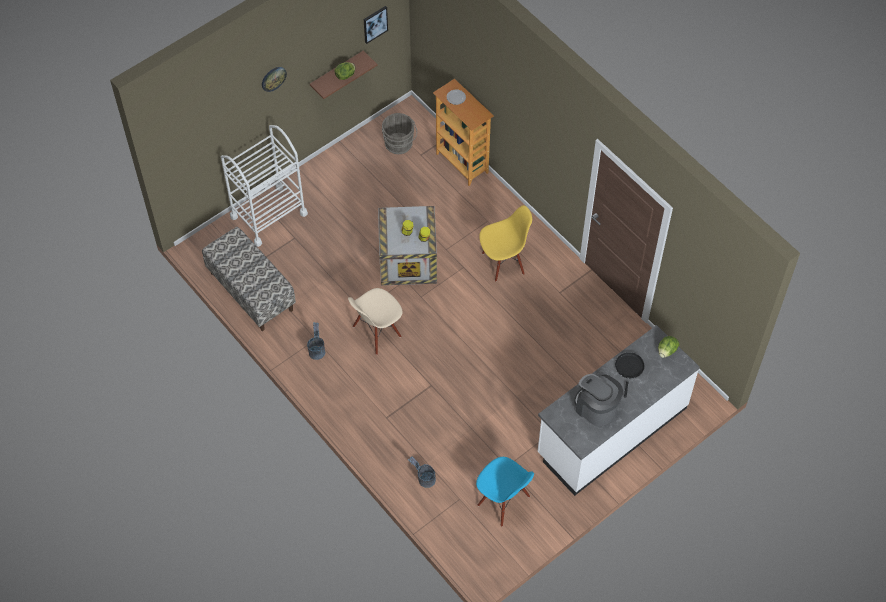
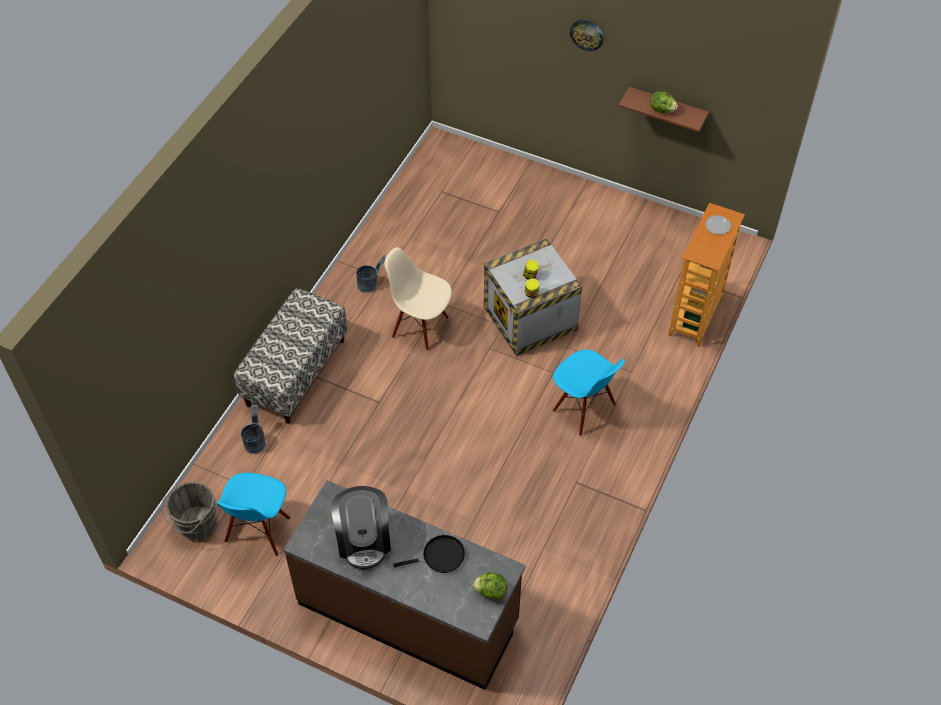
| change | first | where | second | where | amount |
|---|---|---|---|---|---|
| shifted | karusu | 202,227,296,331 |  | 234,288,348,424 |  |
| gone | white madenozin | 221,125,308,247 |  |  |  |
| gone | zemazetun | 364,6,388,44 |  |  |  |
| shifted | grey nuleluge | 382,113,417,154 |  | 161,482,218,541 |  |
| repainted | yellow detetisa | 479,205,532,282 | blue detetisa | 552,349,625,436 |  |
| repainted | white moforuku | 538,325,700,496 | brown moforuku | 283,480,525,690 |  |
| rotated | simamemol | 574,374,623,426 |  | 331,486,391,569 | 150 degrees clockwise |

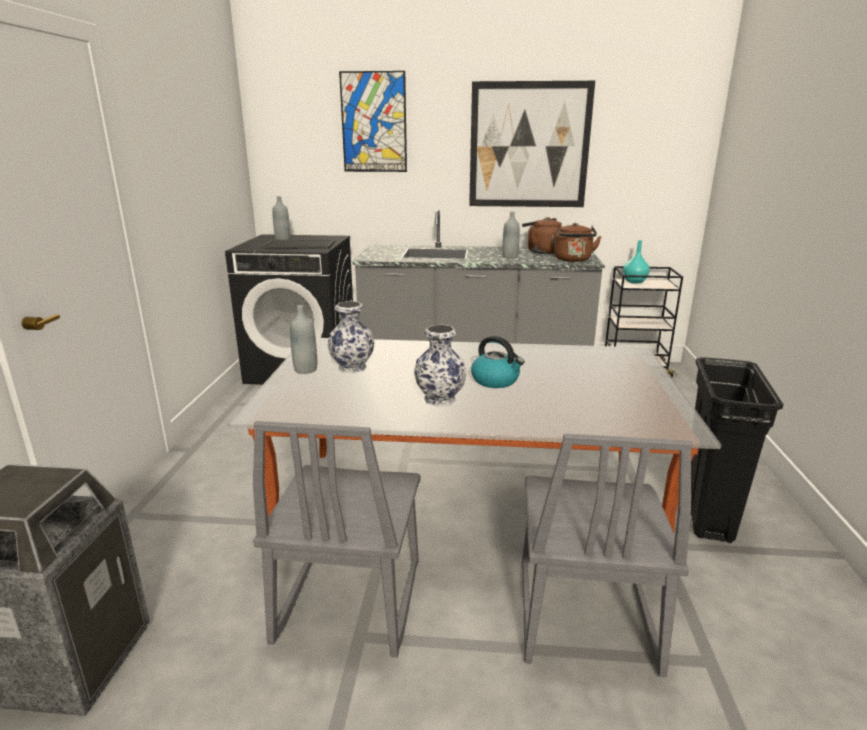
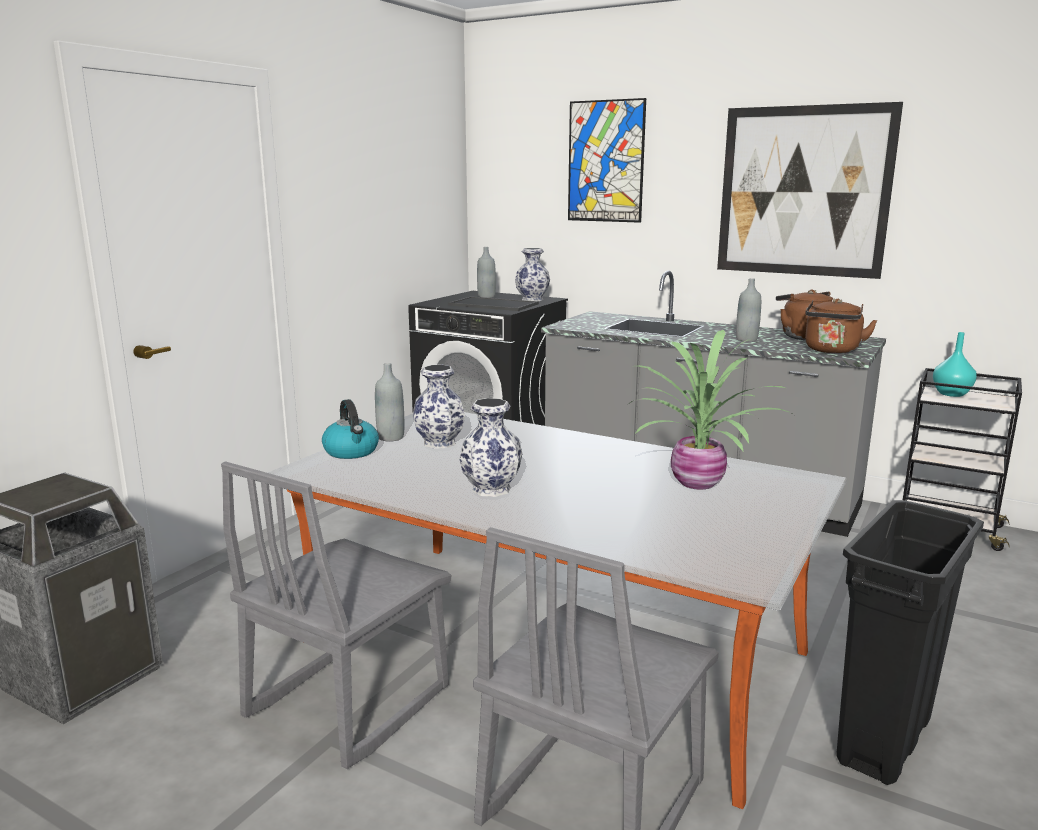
| change | first | where | second | where | amount |
|---|---|---|---|---|---|
| shifted | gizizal | 471,336,524,388 |  | 322,399,379,459 |  |
| new |  |  | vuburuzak | 515,248,550,301 |  |
| new |  |  | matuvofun | 627,330,794,489 |  |

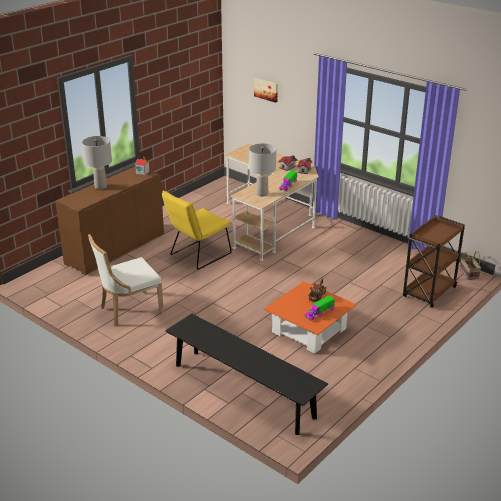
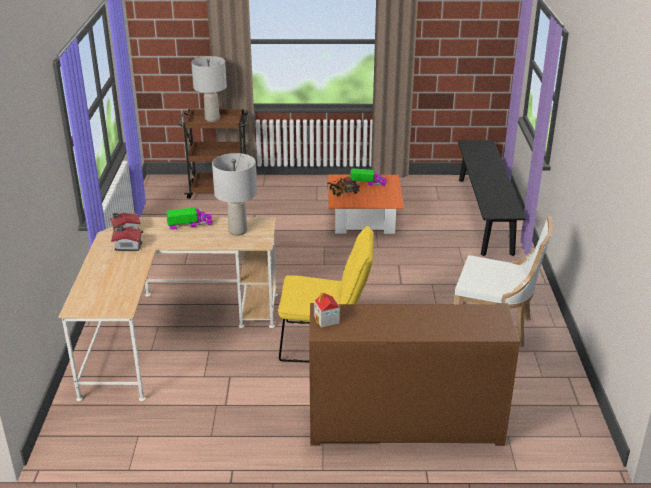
| change | first | where | second | where | amount |
|---|---|---|---|---|---|
| shifted | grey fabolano | 82,136,112,190 |  | 191,56,227,122 |  |
| gone | zemazetun | 254,78,278,103 |  |  |  |
| gone | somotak | 460,251,481,280 |  |  |  |

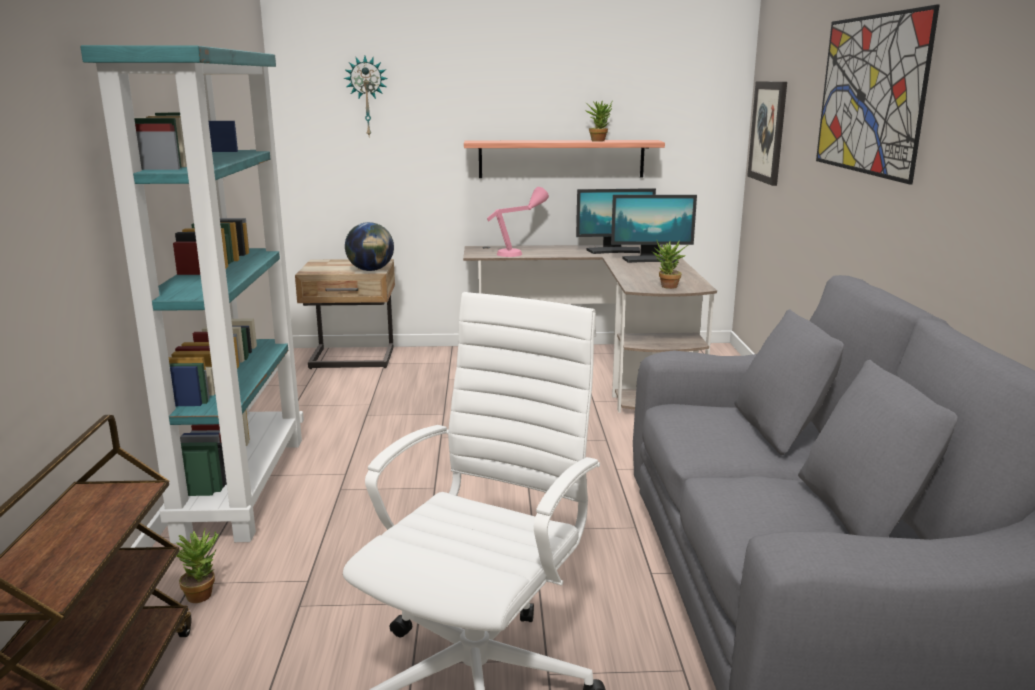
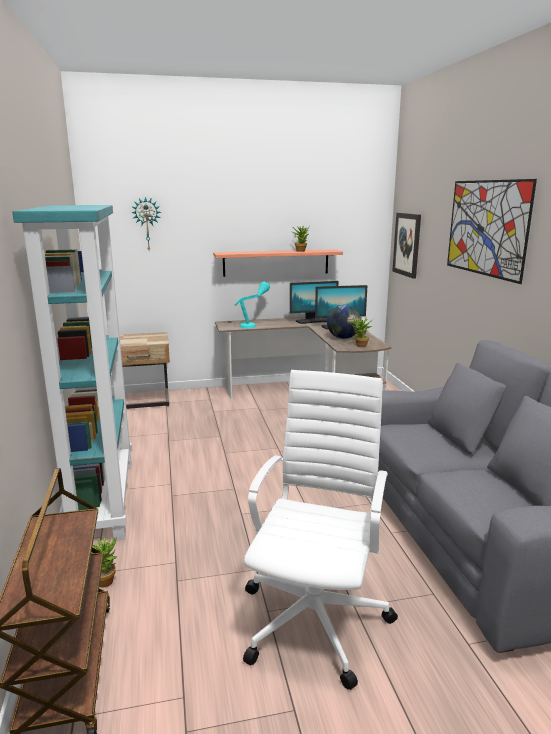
| change | first | where | second | where | amount |
|---|---|---|---|---|---|
| shifted | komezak | 345,222,394,271 |  | 327,305,361,339 |  |
| repainted | pink fabolano | 487,187,549,257 | turquoise fabolano | 235,281,270,329 |  |

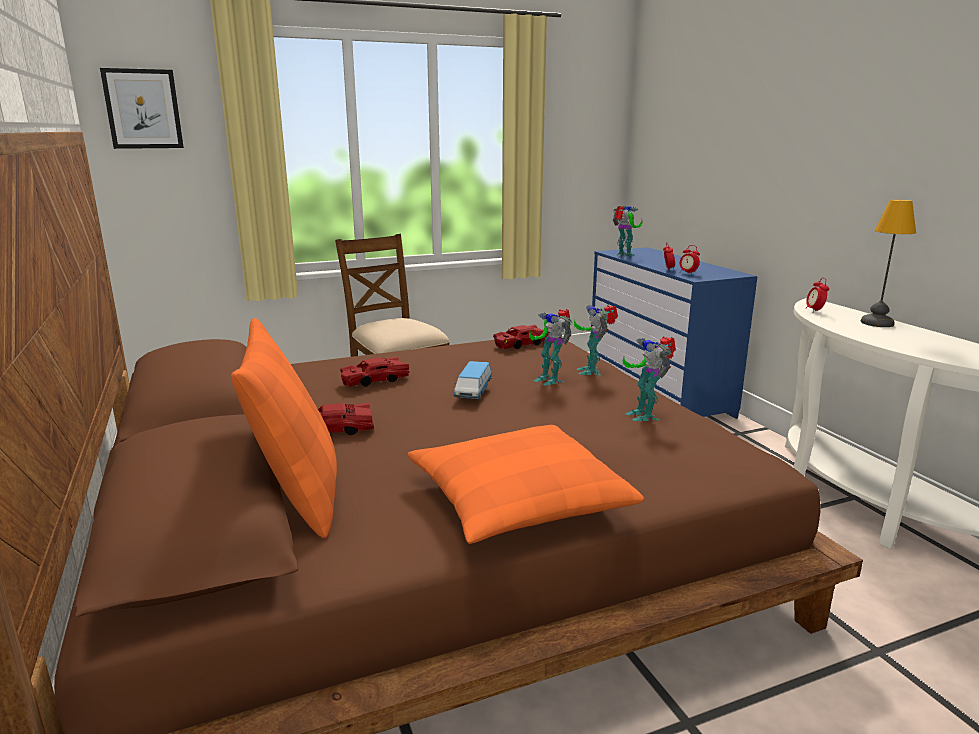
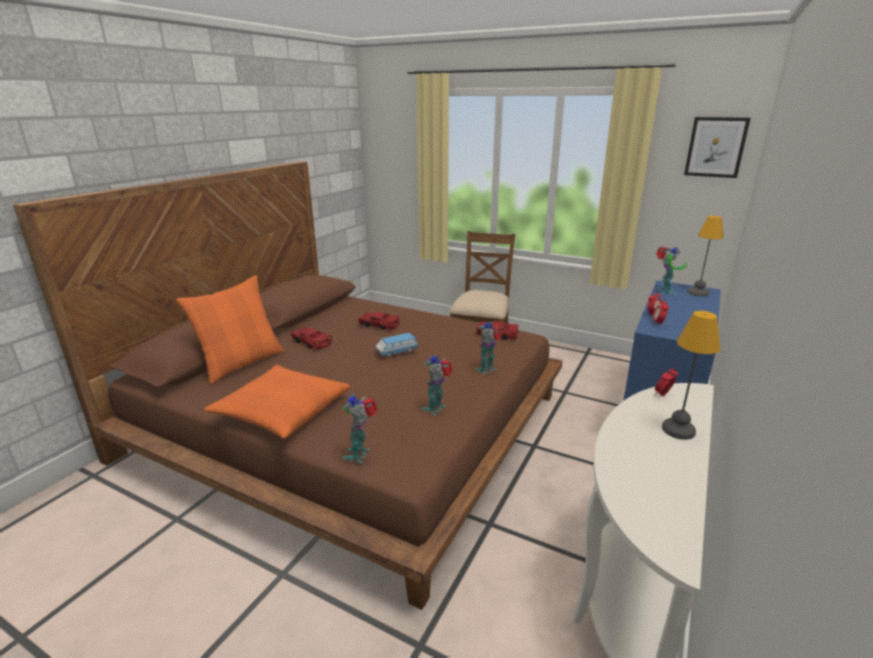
| change | first | where | second | where | amount |
|---|---|---|---|---|---|
| shifted | zemazetun | 100,68,184,149 |  | 684,117,751,178 |  |
| shifted | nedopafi | 529,309,572,386 |  | 342,393,378,463 |  |
| new |  |  | fabolano | 688,216,724,296 |  |

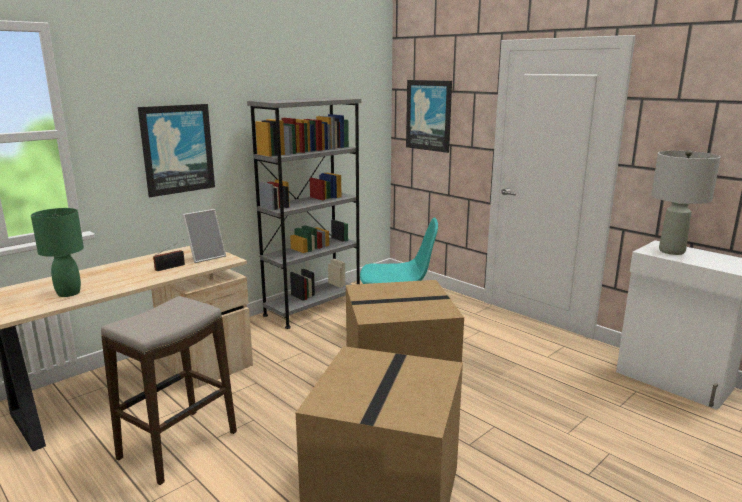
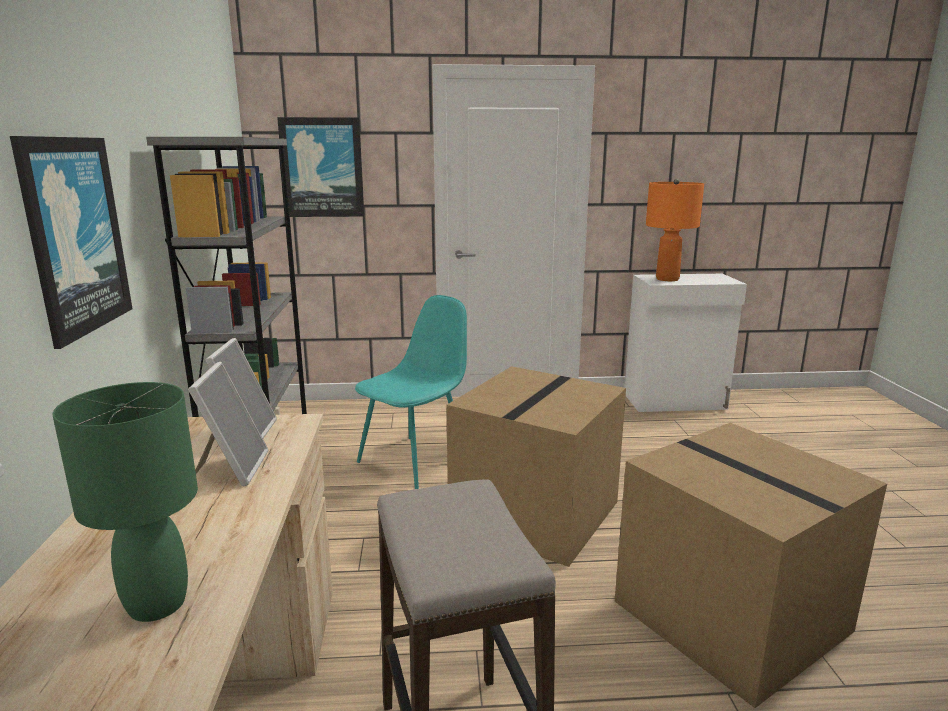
| change | first | where | second | where | amount |
|---|---|---|---|---|---|
| swapped | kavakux | 153,239,185,271 | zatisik | 188,362,268,486 |  |
| repainted | grey fabolano | 651,150,721,255 | orange fabolano | 646,179,704,281 |  |

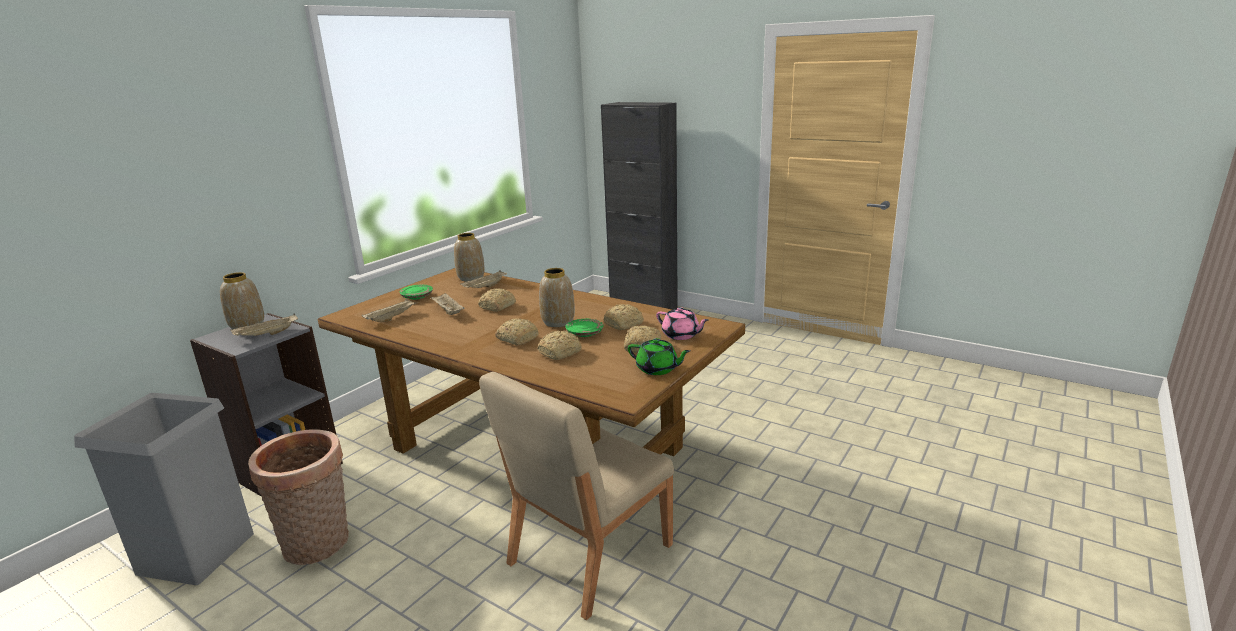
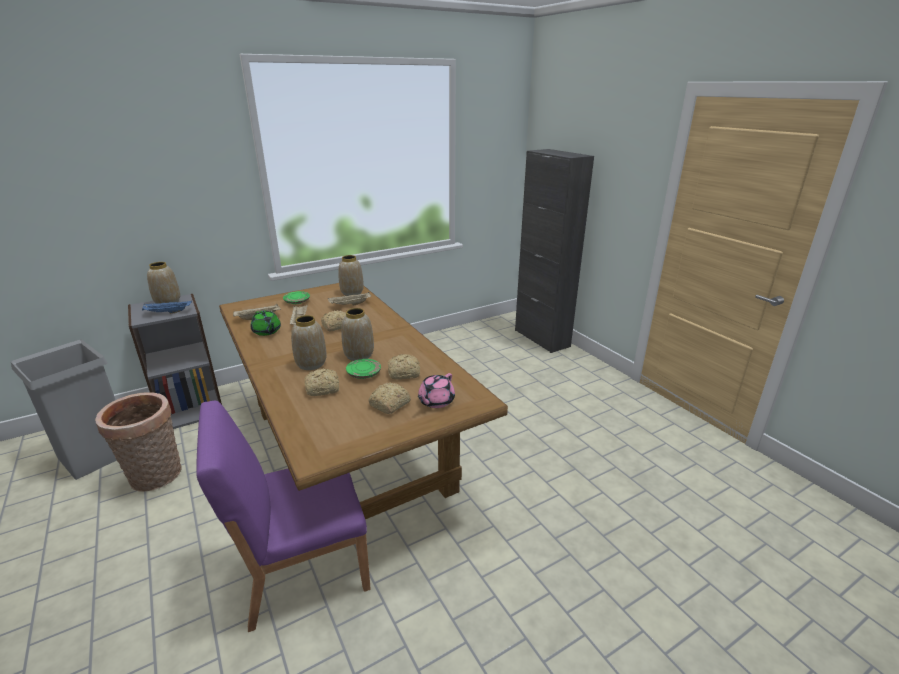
| change | first | where | second | where | amount |
|---|---|---|---|---|---|
| repainted | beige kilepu | 231,313,298,336 | blue kilepu | 142,301,192,314 |  |
| repainted | beige detetisa | 479,372,674,620 | purple detetisa | 196,401,371,632 |  |
| swapped | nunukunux | 495,318,539,345 | vuburuzak | 291,315,327,370 |  |
| shifted | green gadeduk | 628,338,690,375 |  | 251,310,281,336 |  |
| rotated | pink gadeduk | 656,307,709,340 |  | 418,373,455,408 | 60 degrees clockwise |

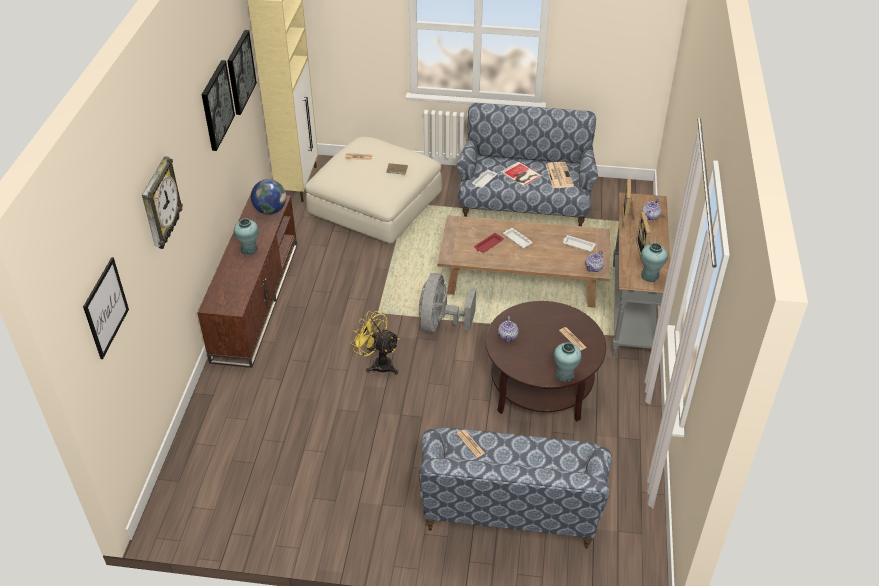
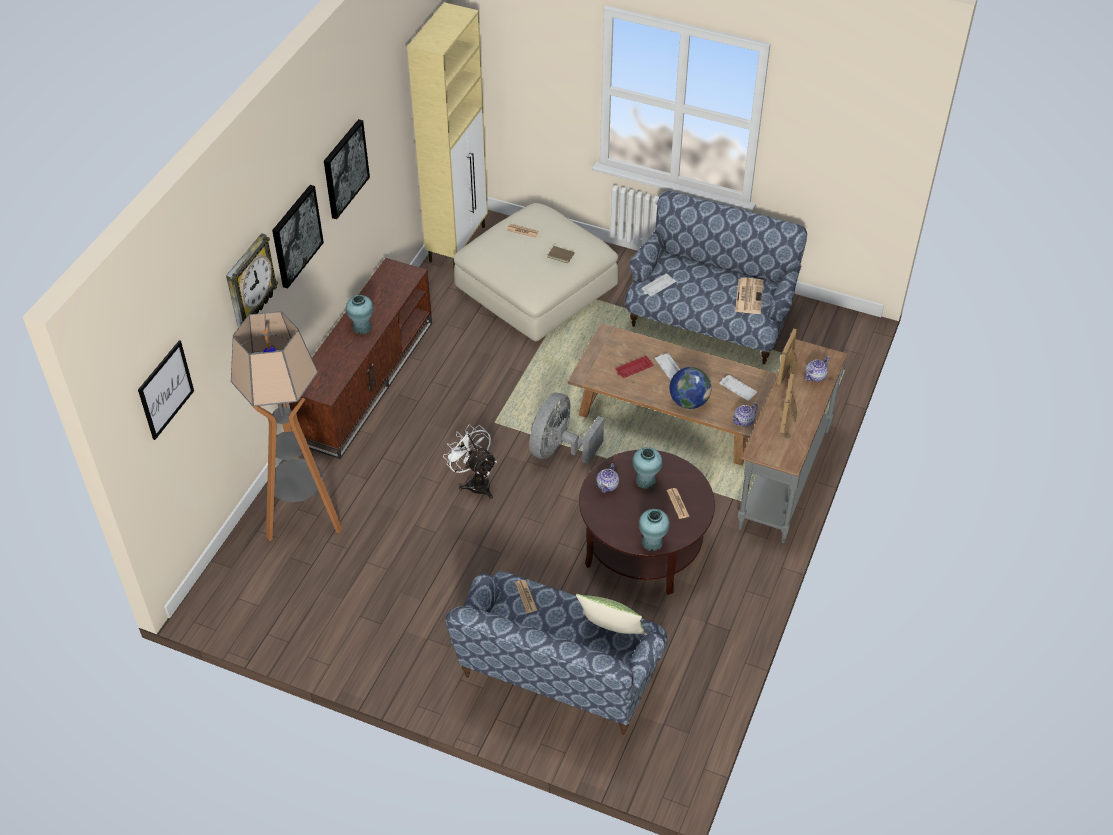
| change | first | where | second | where | amount |
|---|---|---|---|---|---|
| shifted | zemazetun | 227,30,257,115 |  | 272,185,324,288 |  |
| shifted | komezak | 251,179,286,214 |  | 669,367,712,409 |  |
| repainted | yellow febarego | 350,311,400,375 | white febarego | 443,425,497,499 |  |
| gone | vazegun | 500,161,542,187 |  |  |  |
| shifted | turquoise vuburuzak | 641,243,668,282 |  | 632,447,663,489 |  |
| new |  |  | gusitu | 231,311,342,541 |  |
| new |  |  | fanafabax | 576,594,647,635 |  |

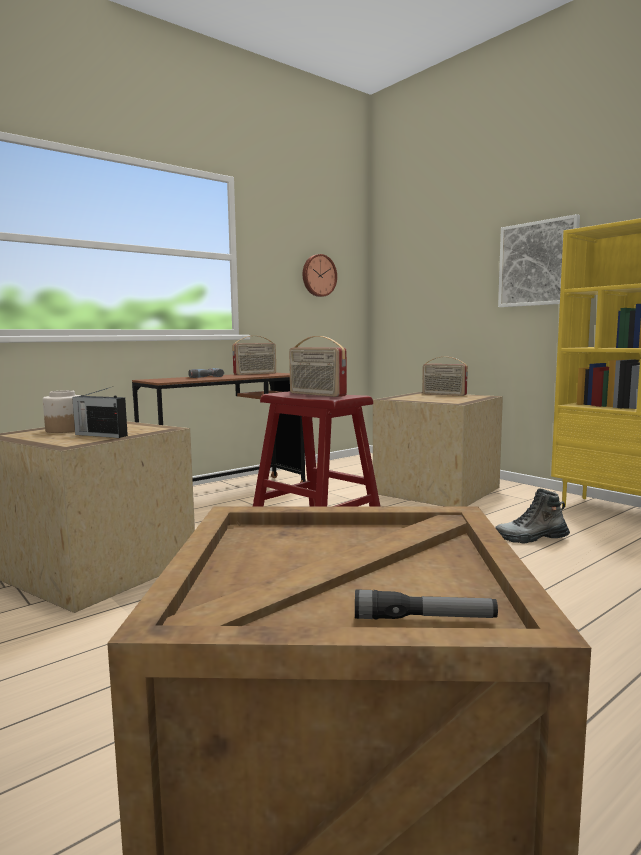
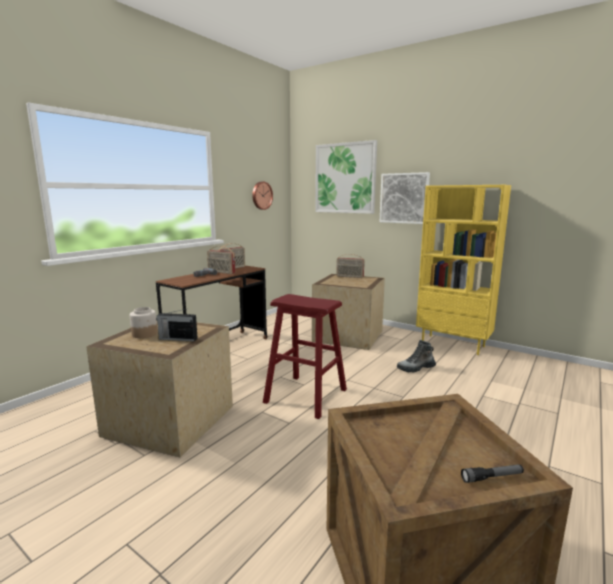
| change | first | where | second | where | amount |
|---|---|---|---|---|---|
| shifted | kavakux | 289,336,347,397 |  | 207,246,235,274 |  |
| new |  |  | zemazetun | 315,140,377,214 |  |

